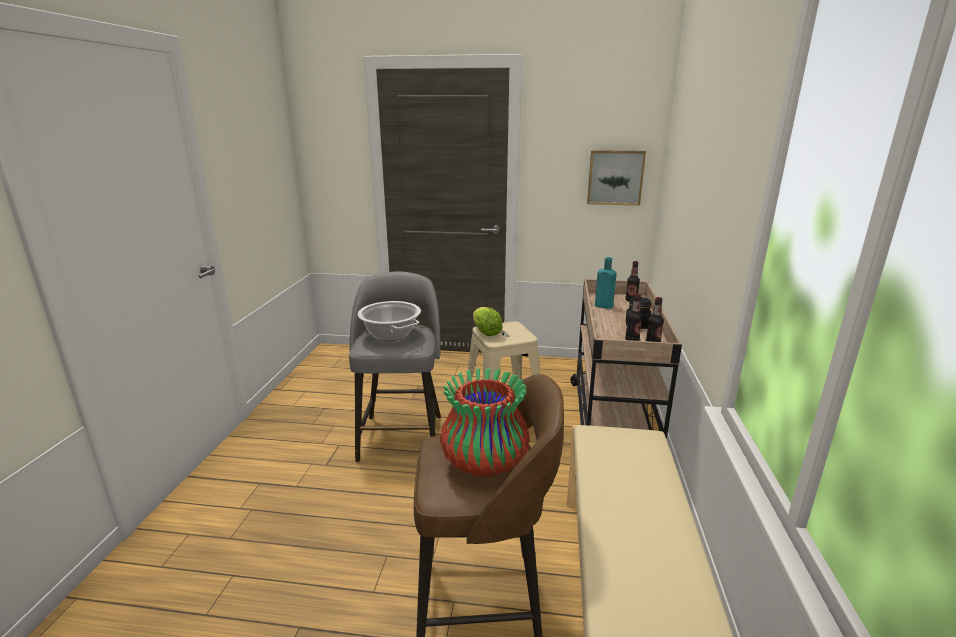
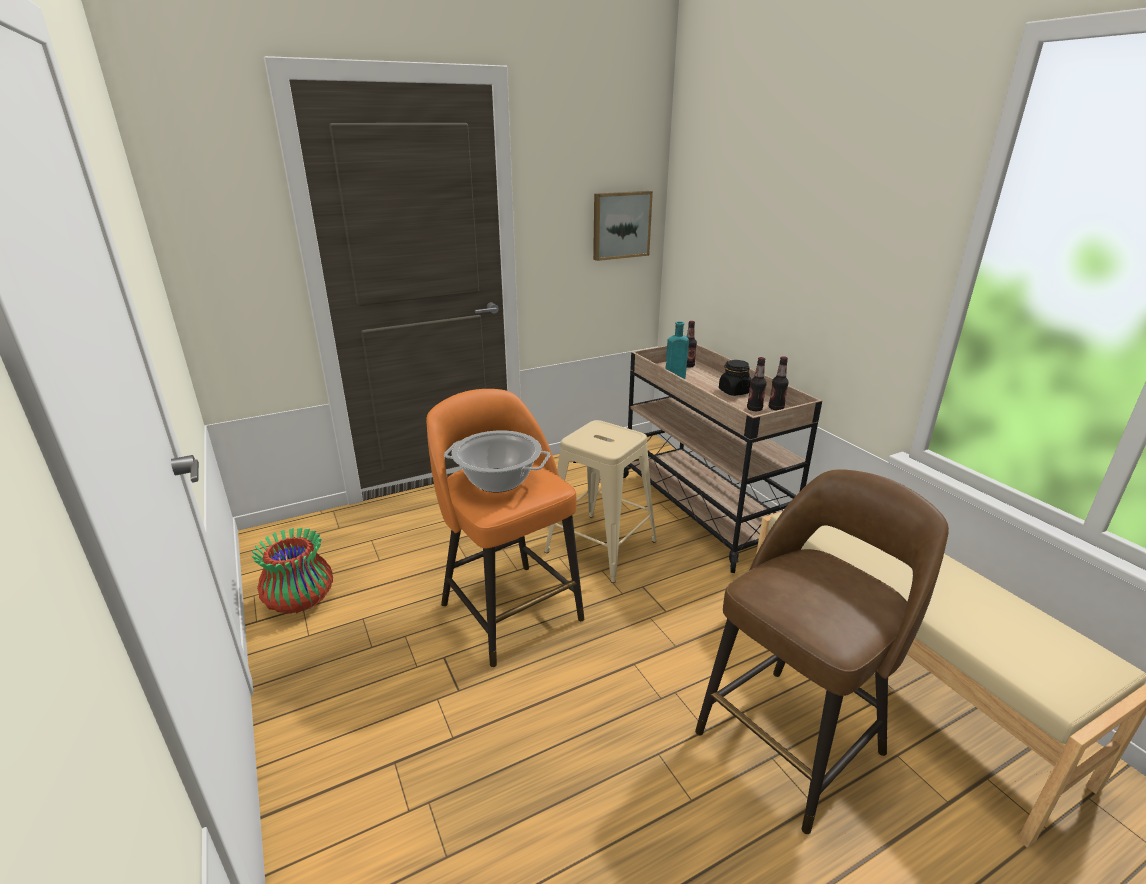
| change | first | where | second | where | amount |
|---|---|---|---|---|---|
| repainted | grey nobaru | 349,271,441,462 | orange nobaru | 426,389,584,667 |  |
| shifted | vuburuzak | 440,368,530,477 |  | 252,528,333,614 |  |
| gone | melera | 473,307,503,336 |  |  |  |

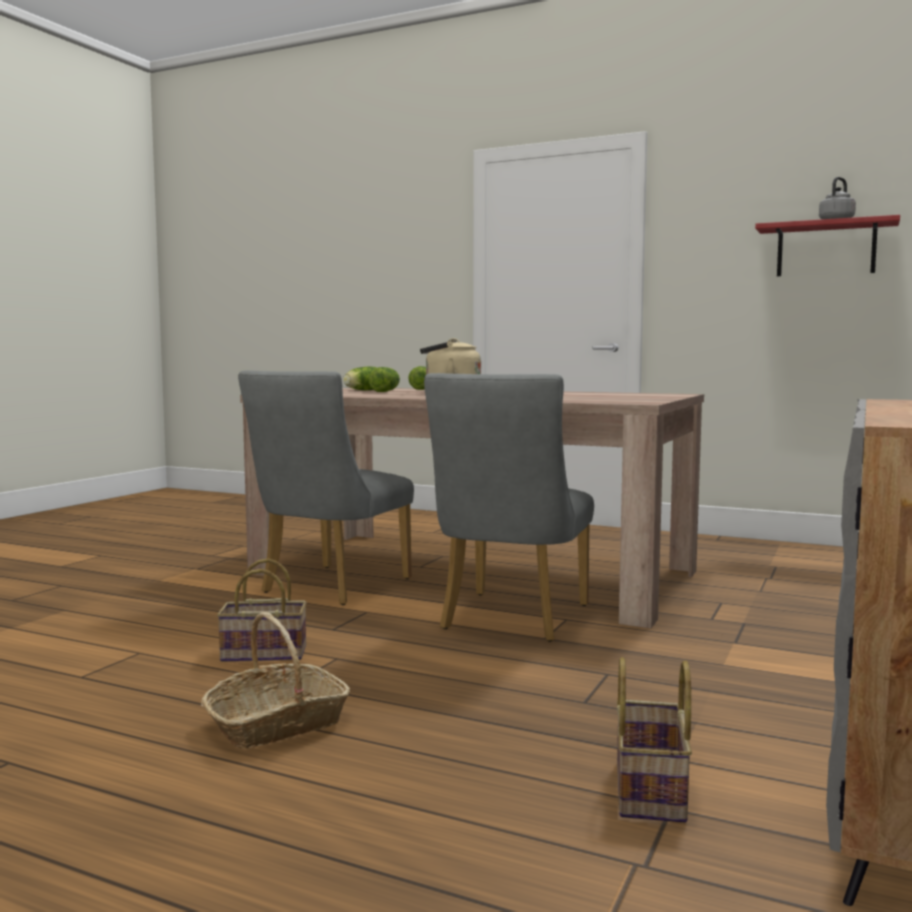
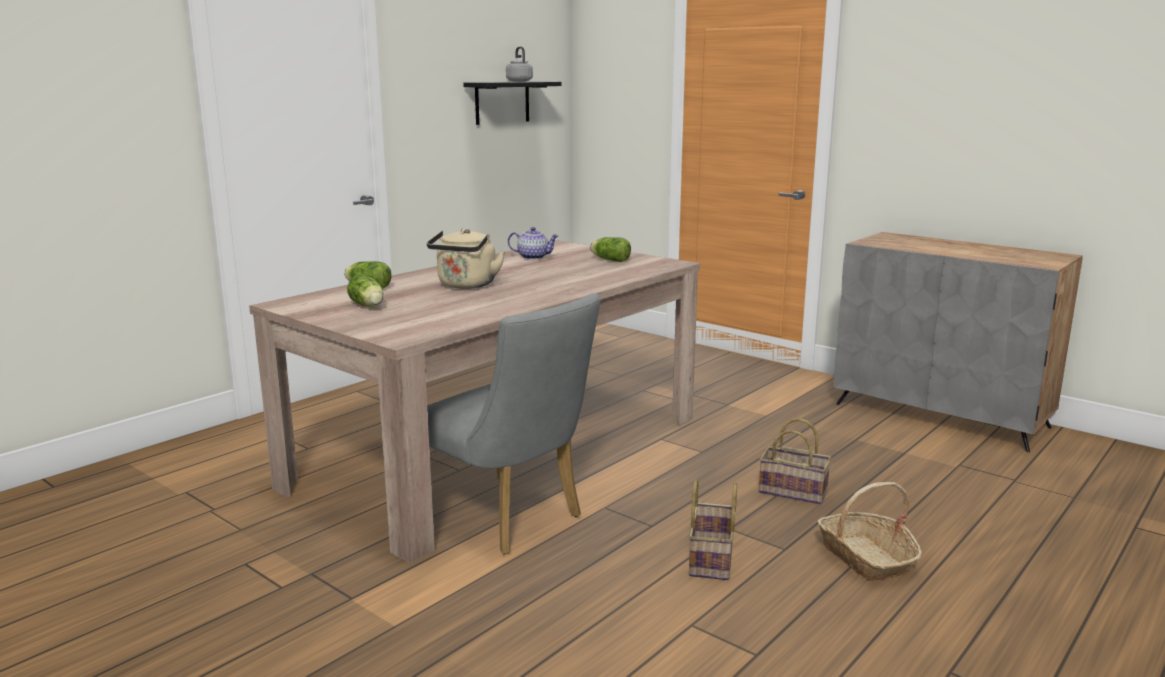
| change | first | where | second | where | amount |
|---|---|---|---|---|---|
| shifted | melera | 368,367,400,392 |  | 590,237,631,262 |  |
| gone | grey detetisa | 424,373,594,642 |  |  |  |
| shifted | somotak | 617,657,692,823 |  | 759,418,831,504 |  |
| repainted | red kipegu | 755,215,900,276 | black kipegu | 463,81,562,125 |  |
| new |  |  | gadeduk | 508,227,558,260 |  |

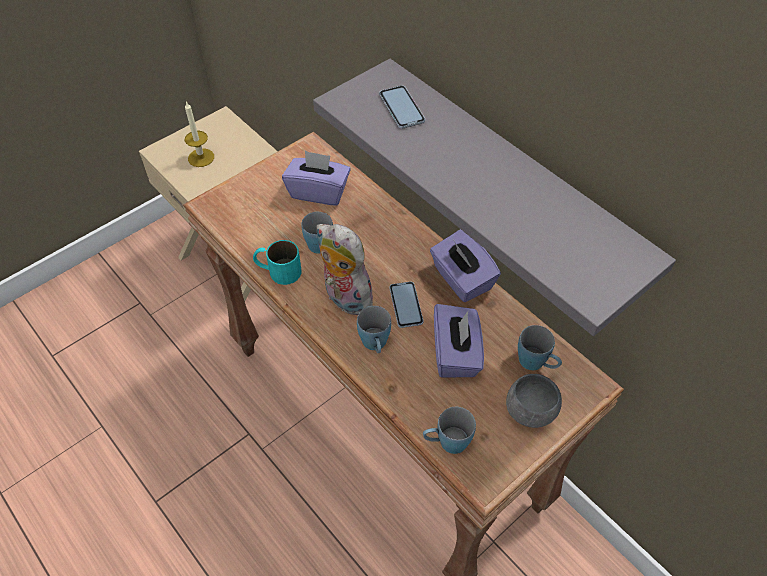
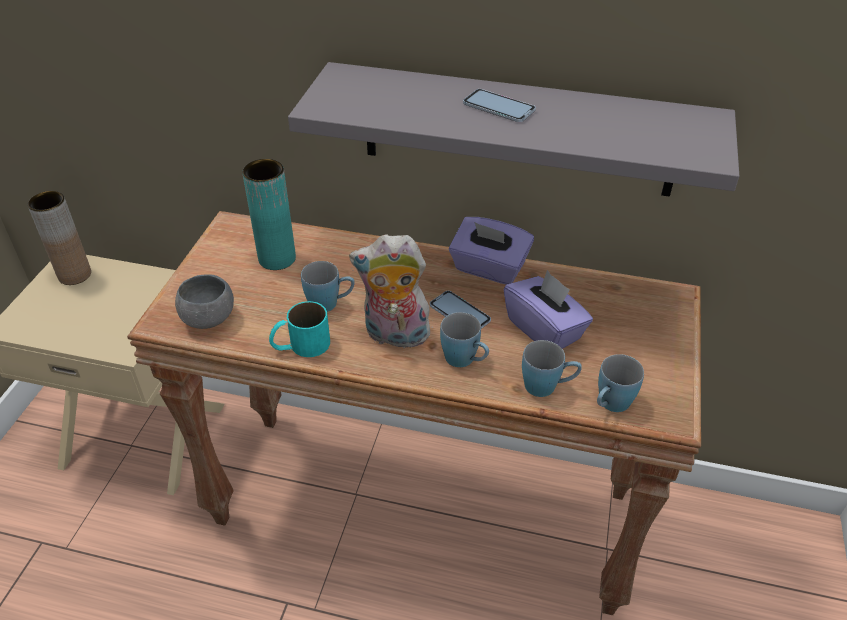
| change | first | where | second | where | amount |
|---|---|---|---|---|---|
| gone | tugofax | 185,101,214,167 |  |  |  |
| swapped | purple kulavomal | 282,151,351,206 | turquoise vuburuzak | 242,159,296,270 |  |
| shifted | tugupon | 379,86,425,129 |  | 463,89,536,122 |  |
| shifted | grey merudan | 506,374,562,428 |  | 175,274,234,329 |  |
| shifted | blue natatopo | 518,325,562,370 |  | 522,340,582,397 |  |
| new |  |  | brown vuburuzak | 28,191,91,285 |  |

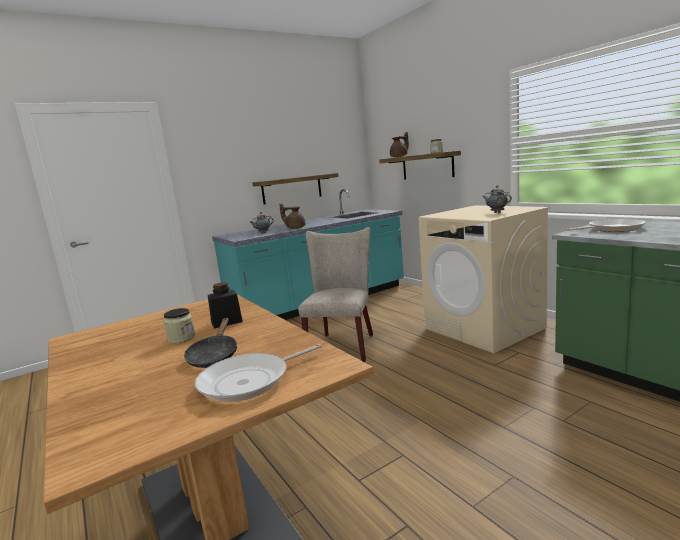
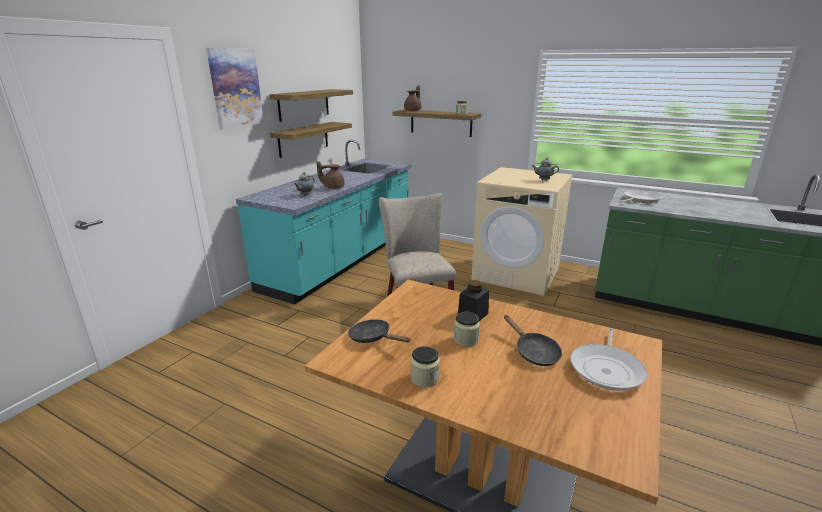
| change | first | where | second | where | amount |
|---|---|---|---|---|---|
| new |  |  | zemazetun | 206,48,264,129 |  |
| new |  |  | kipegu | 269,89,353,122 |  |
| new |  |  | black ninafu | 348,319,411,343 |  |
| new |  |  | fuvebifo | 411,346,440,388 |  |

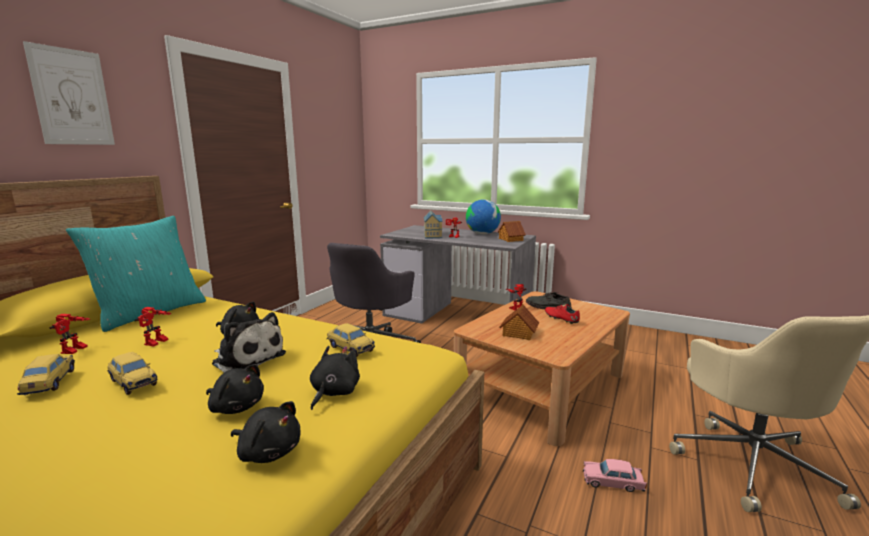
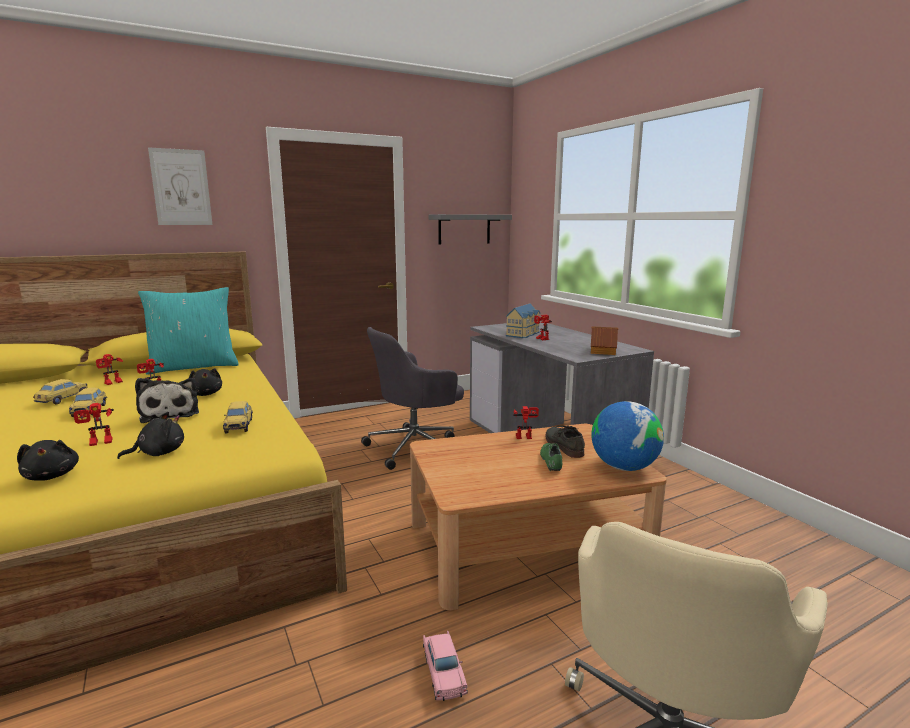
| change | first | where | second | where | amount |
|---|---|---|---|---|---|
| swapped | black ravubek | 206,364,264,414 | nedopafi | 73,403,114,446 |  |
| shifted | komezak | 466,199,501,235 |  | 591,401,664,471 |  |
| gone | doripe | 500,305,539,340 |  |  |  |
| repainted | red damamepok | 545,304,580,324 | green damamepok | 540,443,562,471 |  |
| rotated | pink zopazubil | 583,459,647,492 |  | 423,630,468,701 | 150 degrees counterclockwise |
| new |  |  | grey kipegu | 429,214,512,245 |  |

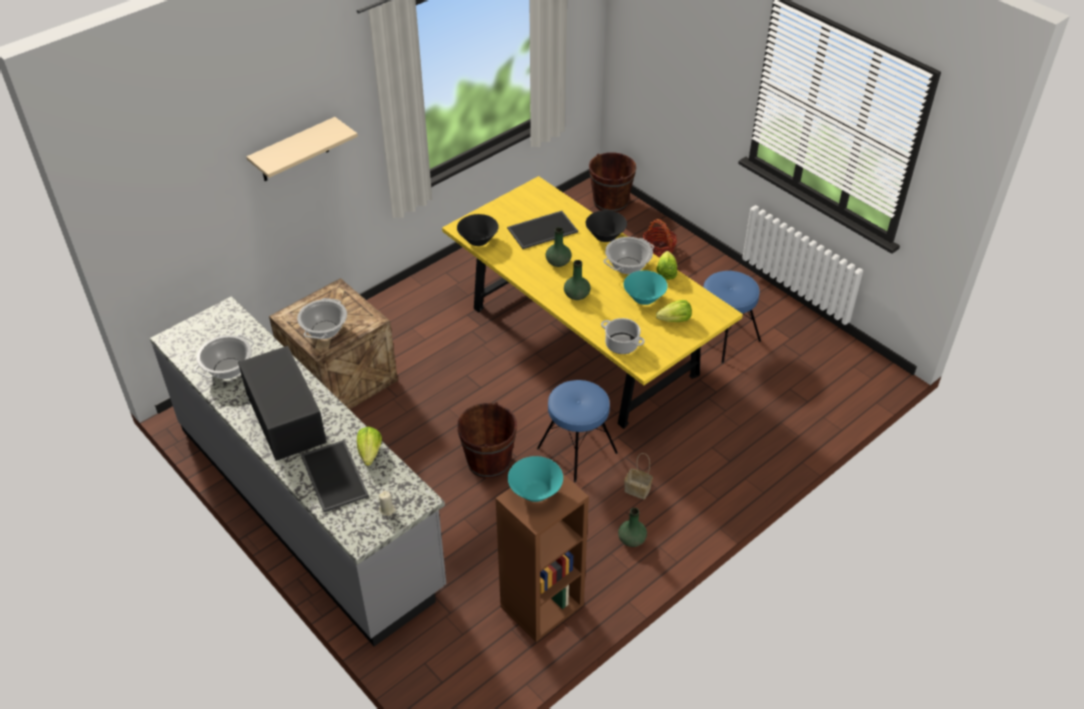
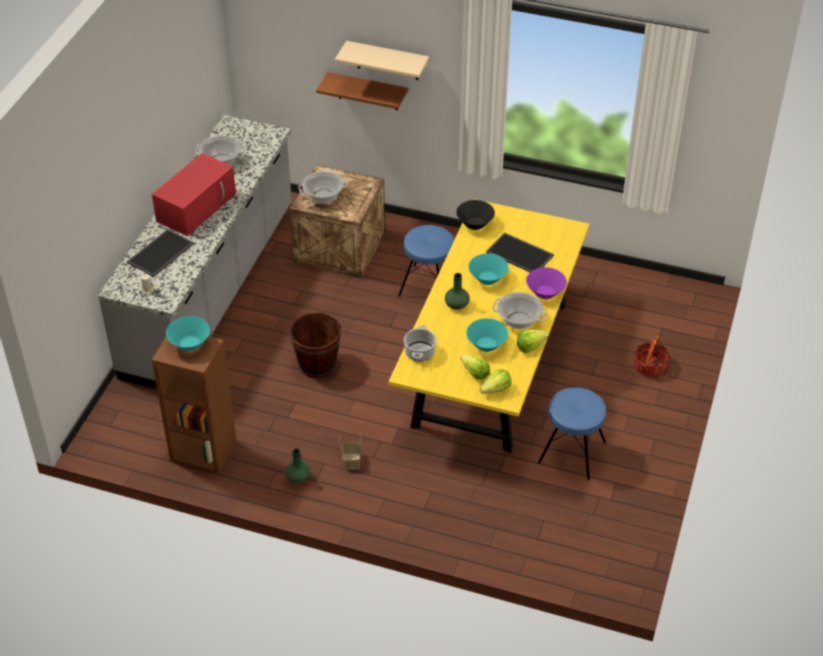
| change | first | where | second | where | amount |
|---|---|---|---|---|---|
| repainted | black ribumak | 238,346,327,461 | red ribumak | 152,153,236,236 |  |
| shifted | melera | 357,427,382,466 |  | 480,369,512,394 |  |
| shifted | blue nobaru | 537,380,618,483 |  | 398,225,454,297 |  |
| swapped | green vuburuzak | 546,227,572,267 | turquoise merudan | 469,253,509,285 |  |
| repainted | black merudan | 586,210,627,242 | purple merudan | 526,267,567,299 |  |
| gone | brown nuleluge | 589,152,636,212 |  |  |  |
| new |  |  | brown kipegu | 316,72,408,110 |  |

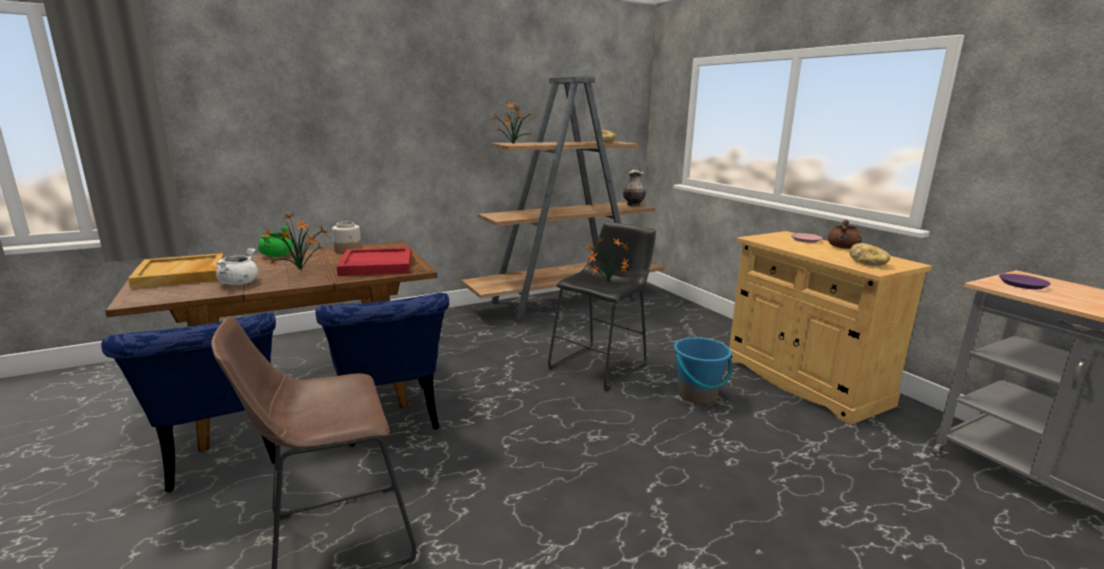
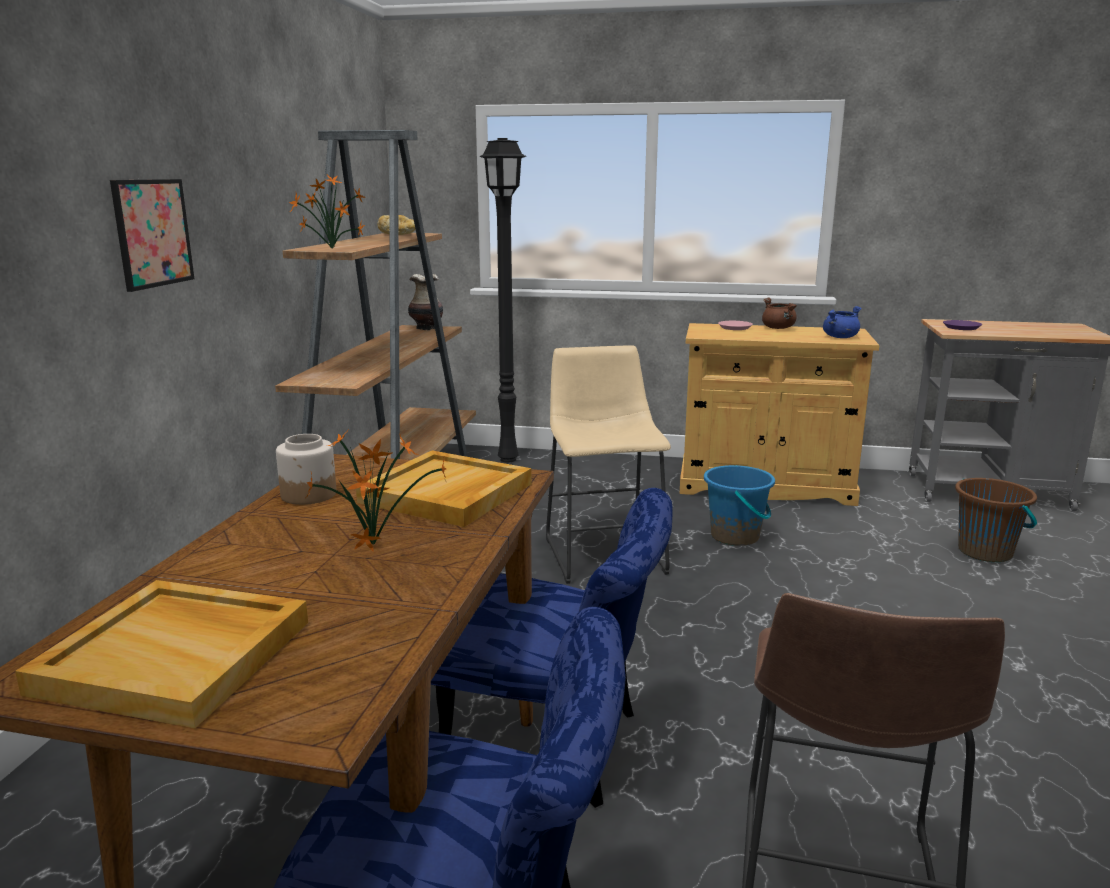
| change | first | where | second | where | amount |
|---|---|---|---|---|---|
| gone | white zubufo | 216,248,258,285 |  |  |  |
| gone | green zubufo | 258,226,293,257 |  |  |  |
| repainted | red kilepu | 337,247,411,276 | beige kilepu | 356,451,532,527 |  |
| repainted | black nobaru | 548,222,656,391 | beige nobaru | 546,345,671,584 |  |
| gone | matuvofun | 586,238,630,282 |  |  |  |
| swapped | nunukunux | 850,243,890,266 | blue zubufo | 823,306,862,338 |  |
| new |  |  | zemazetun | 110,179,194,292 |  |
| new |  |  | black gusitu | 479,138,527,463 |  |
| new |  |  | brown nuleluge | 955,478,1037,562 |  |

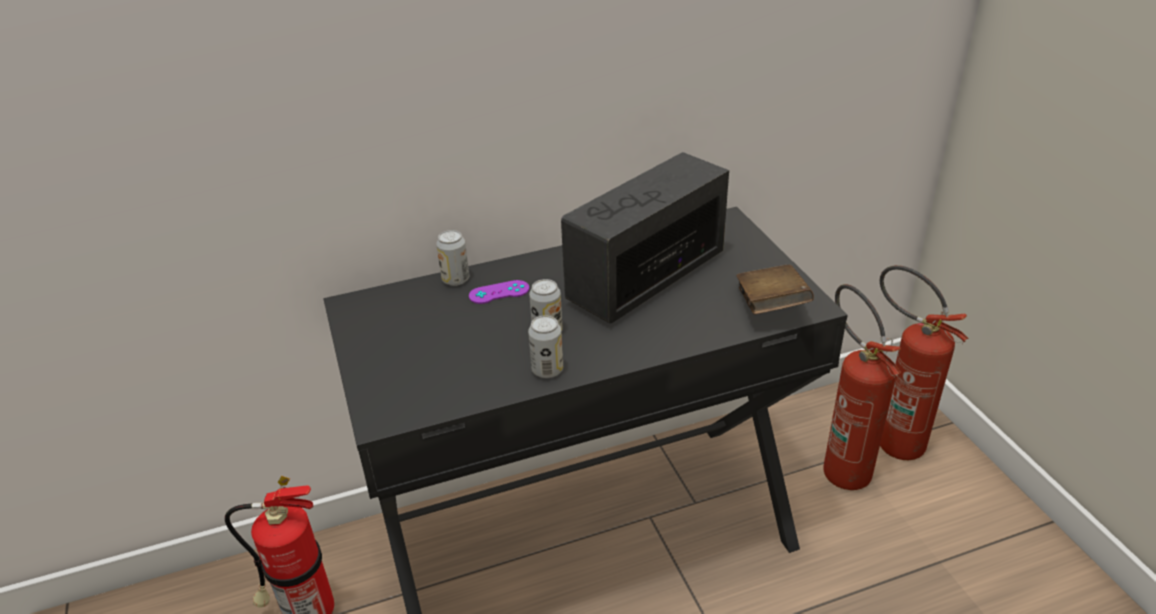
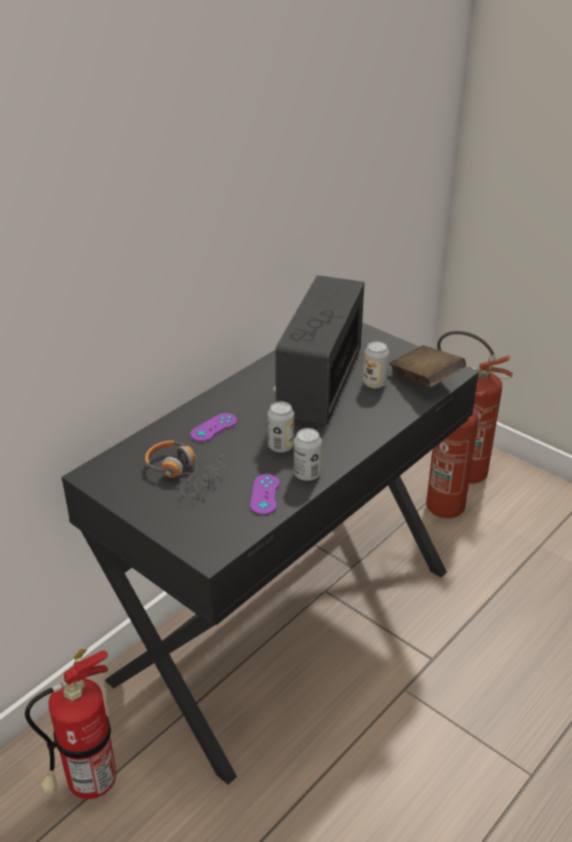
| change | first | where | second | where | amount |
|---|---|---|---|---|---|
| shifted | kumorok | 436,230,469,286 |  | 363,341,389,389 |  |
| new |  |  | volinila | 145,441,225,496 |  |
| new |  |  | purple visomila | 250,474,280,515 |  |

